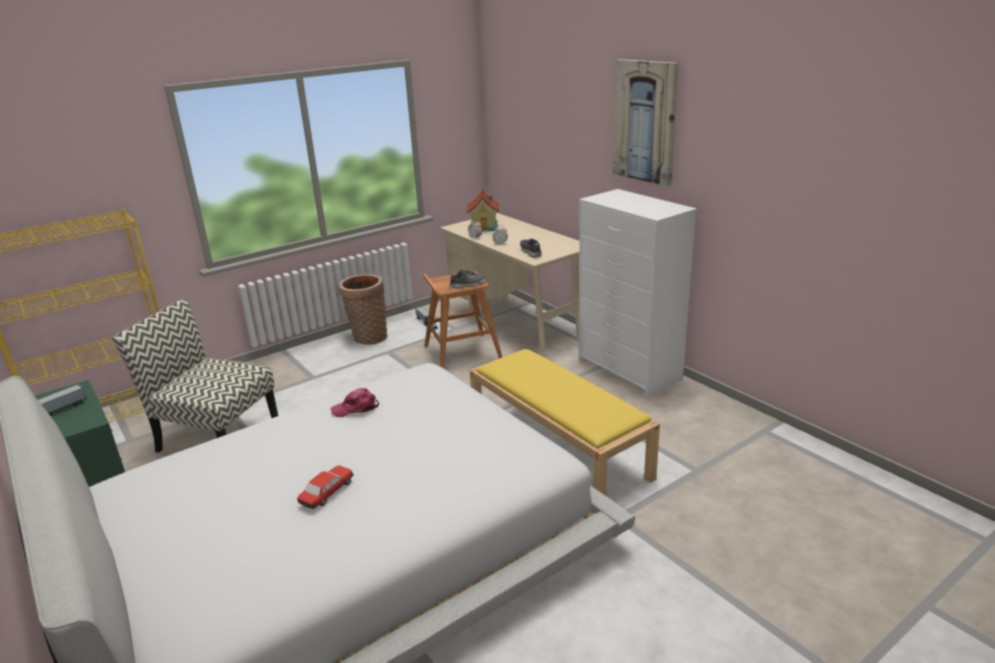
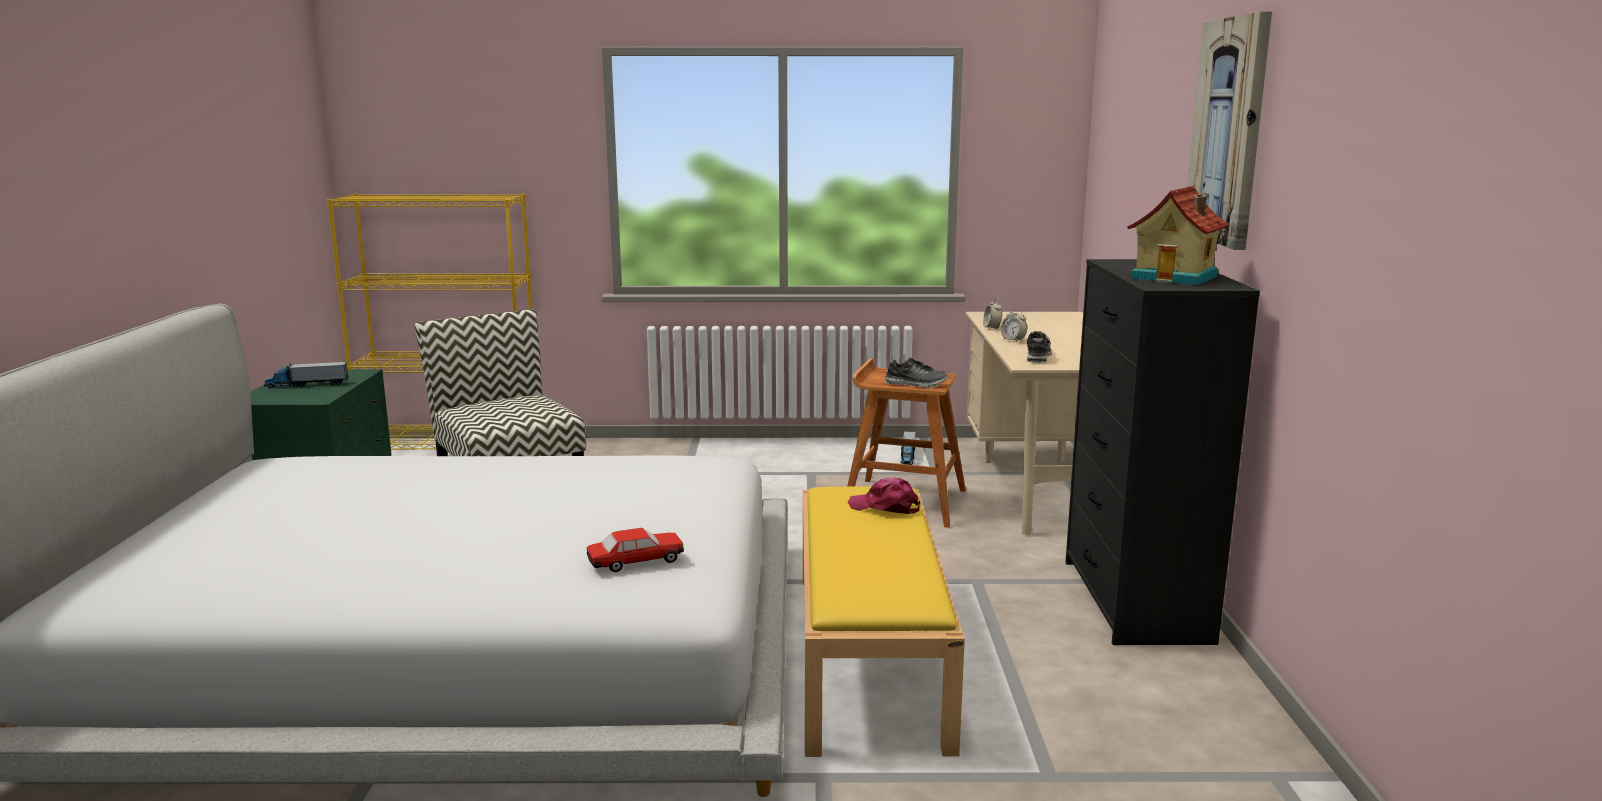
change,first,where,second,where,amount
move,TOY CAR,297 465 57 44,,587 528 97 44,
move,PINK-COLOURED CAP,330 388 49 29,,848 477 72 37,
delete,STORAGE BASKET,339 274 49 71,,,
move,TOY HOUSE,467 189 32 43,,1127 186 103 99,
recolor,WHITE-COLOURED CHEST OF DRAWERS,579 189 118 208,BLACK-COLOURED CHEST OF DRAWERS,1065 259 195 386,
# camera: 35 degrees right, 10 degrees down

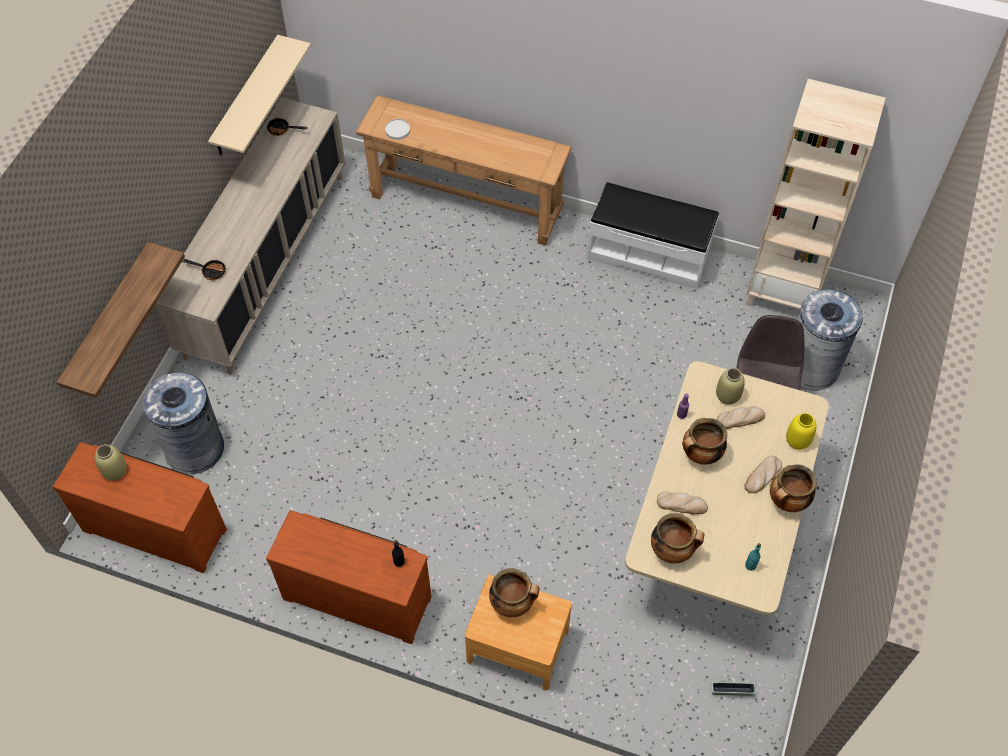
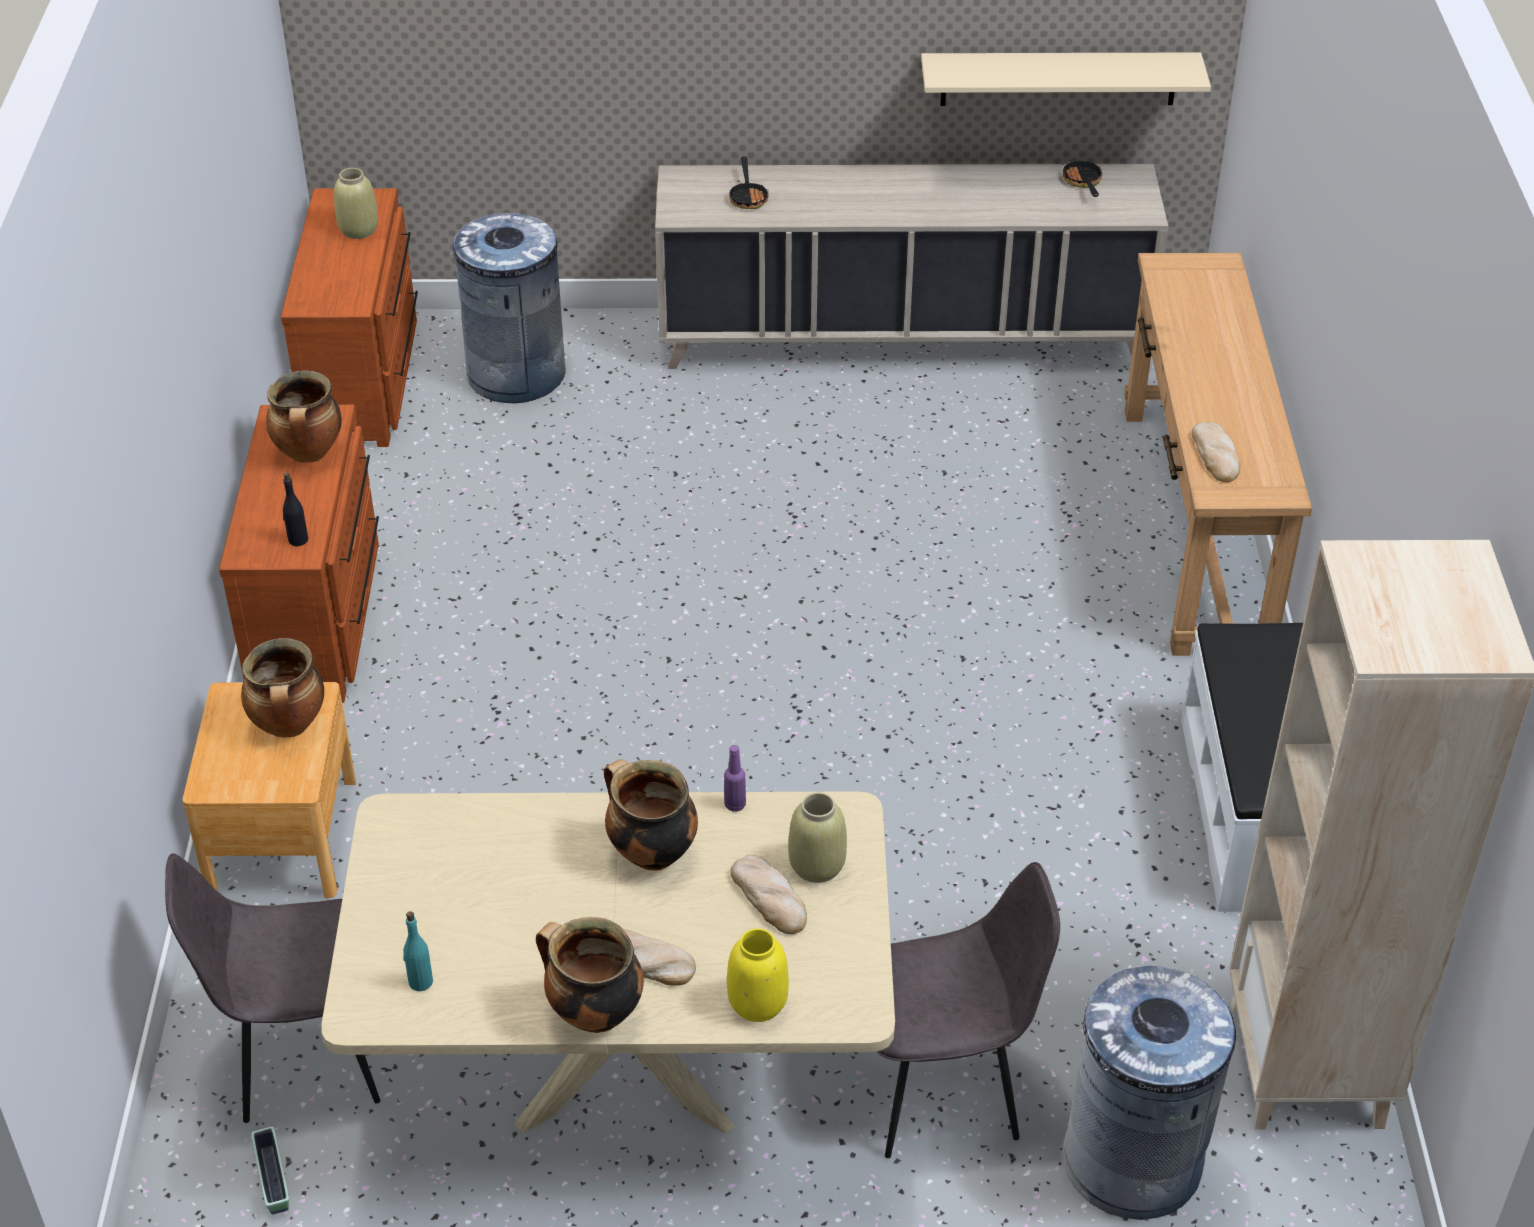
change,first,where,second,where,amount
delete,WALL SHELF,57 242 128 156,,,
delete,WHITE-COLOURED DINNER PLATE,385 119 25 21,,,
move,COOKING POT,651 513 53 51,,266 370 76 93,
move,BAKERY BREAD,657 492 51 23,,1192 422 48 60,
insert,,,GREY CHAIR,165 853 215 270,
# camera: 70 degrees right, 15 degrees down

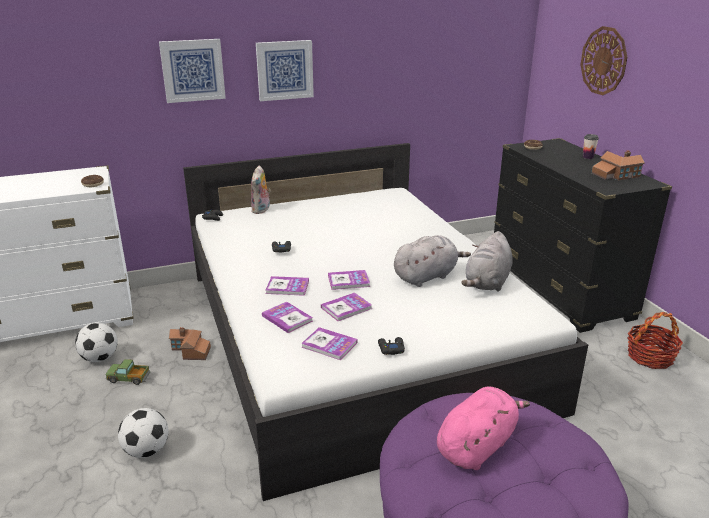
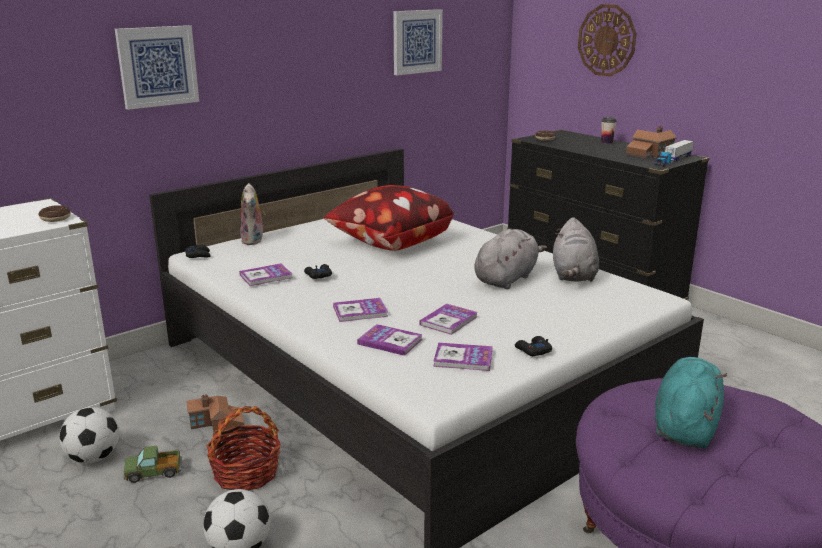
change,first,where,second,where,amount
move,PICTURE,256 40 58 61,,393 9 50 66,
move,VOLUME,328 270 42 20,,239 264 53 22,
recolor,PINK-COLOURED CUDDLY TOY,437 386 93 84,BLUE-GREEN CUDDLY TOY,655 357 72 91,
move,STORAGE BASKET,628 312 55 57,,206 406 75 84,
insert,,,CUSHION,324 185 130 66,
insert,,,TOY LORRY,655 140 39 26,
# camera: 20 degrees left, 5 degrees down

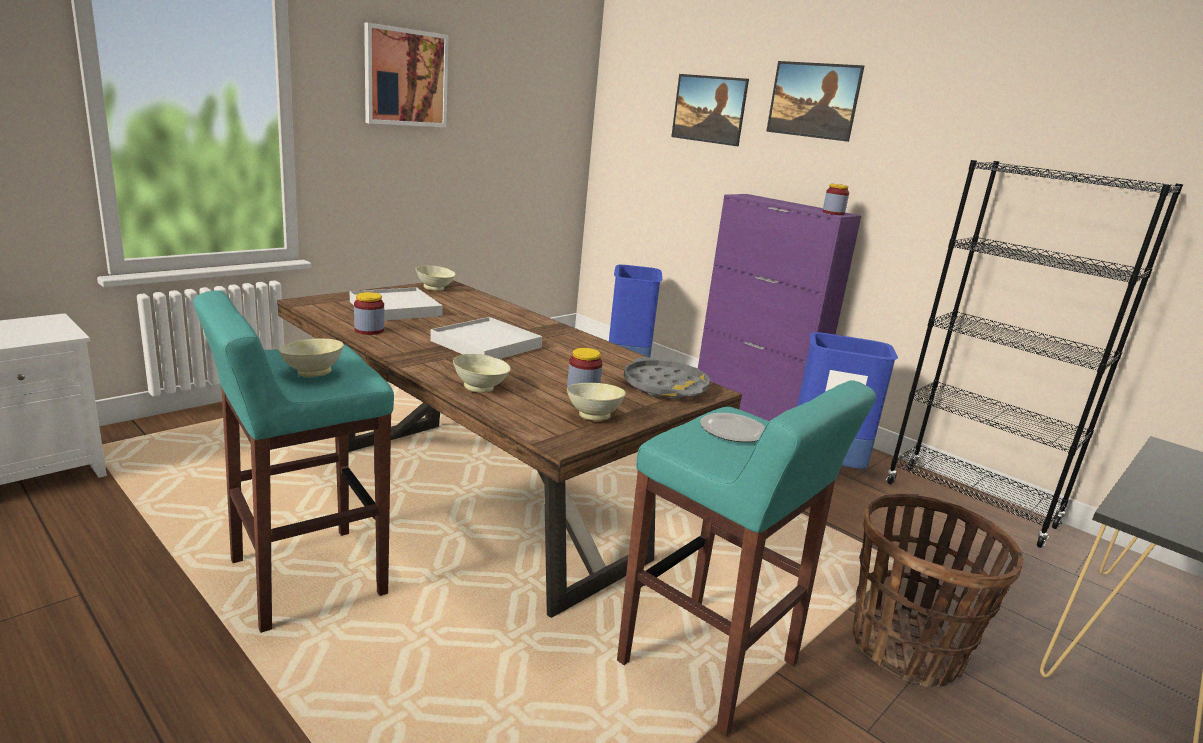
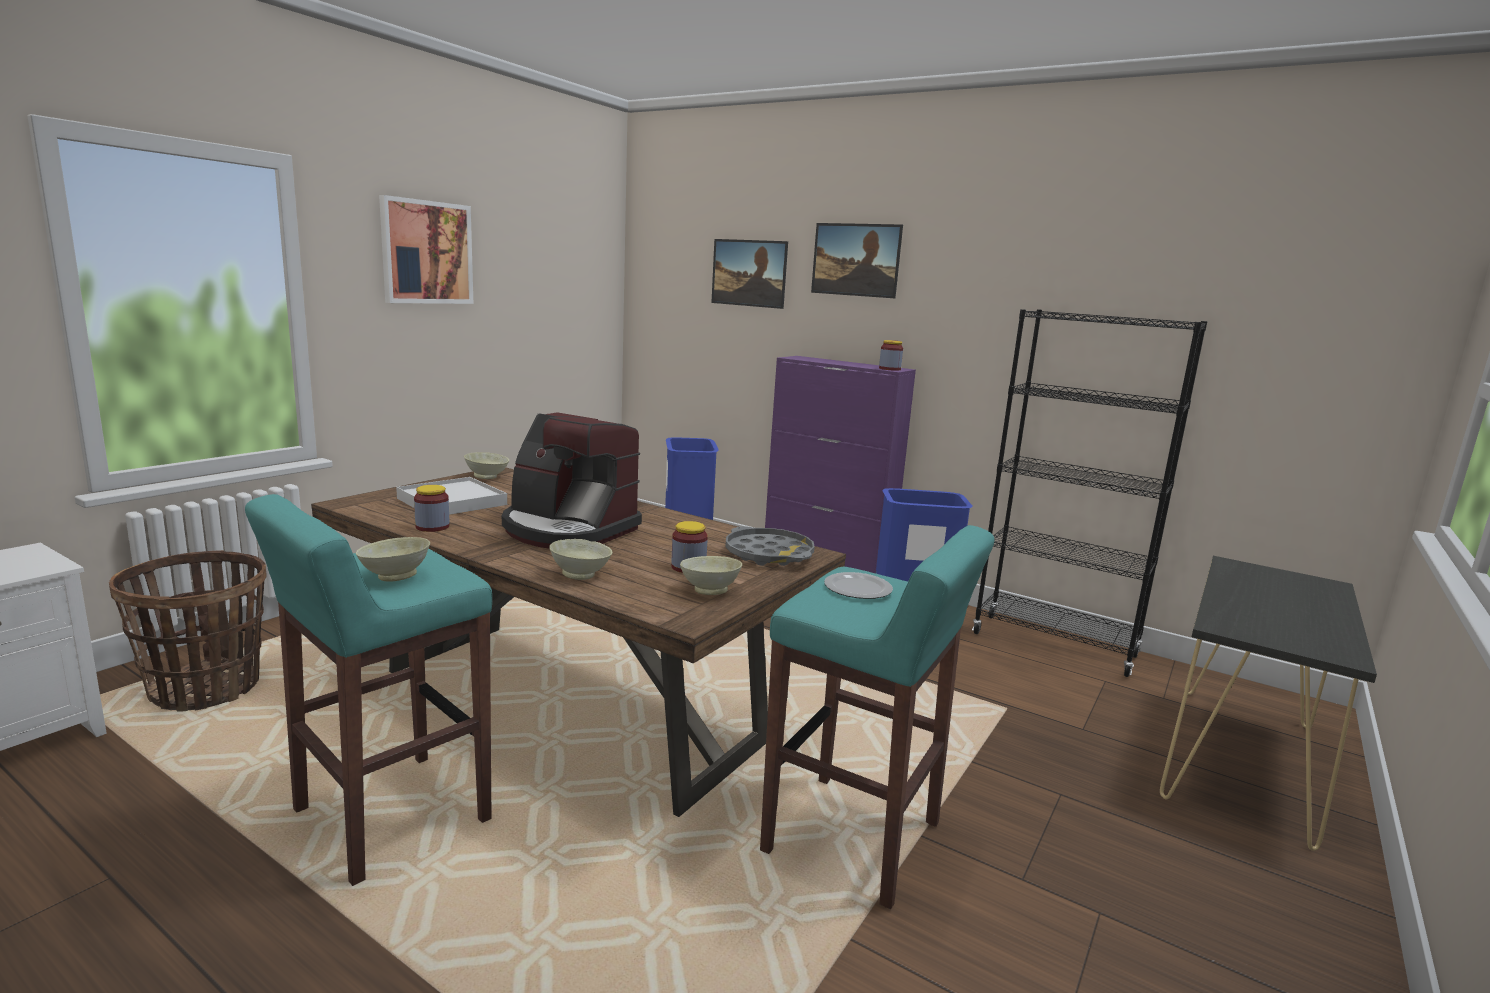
change,first,where,second,where,amount
replace,WHITE-COLOURED TRAY,430 317 113 42,COFFEE BREWER,502 412 140 137,
move,STORAGE BASKET,852 494 171 193,,109 550 158 162,
# camera: 10 degrees left, 5 degrees down

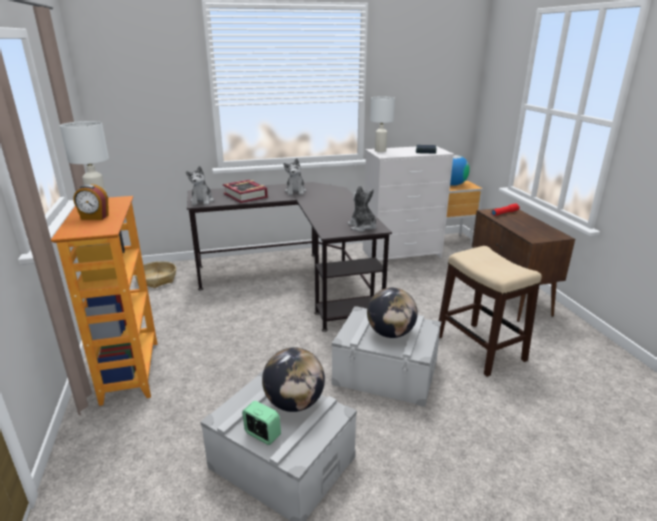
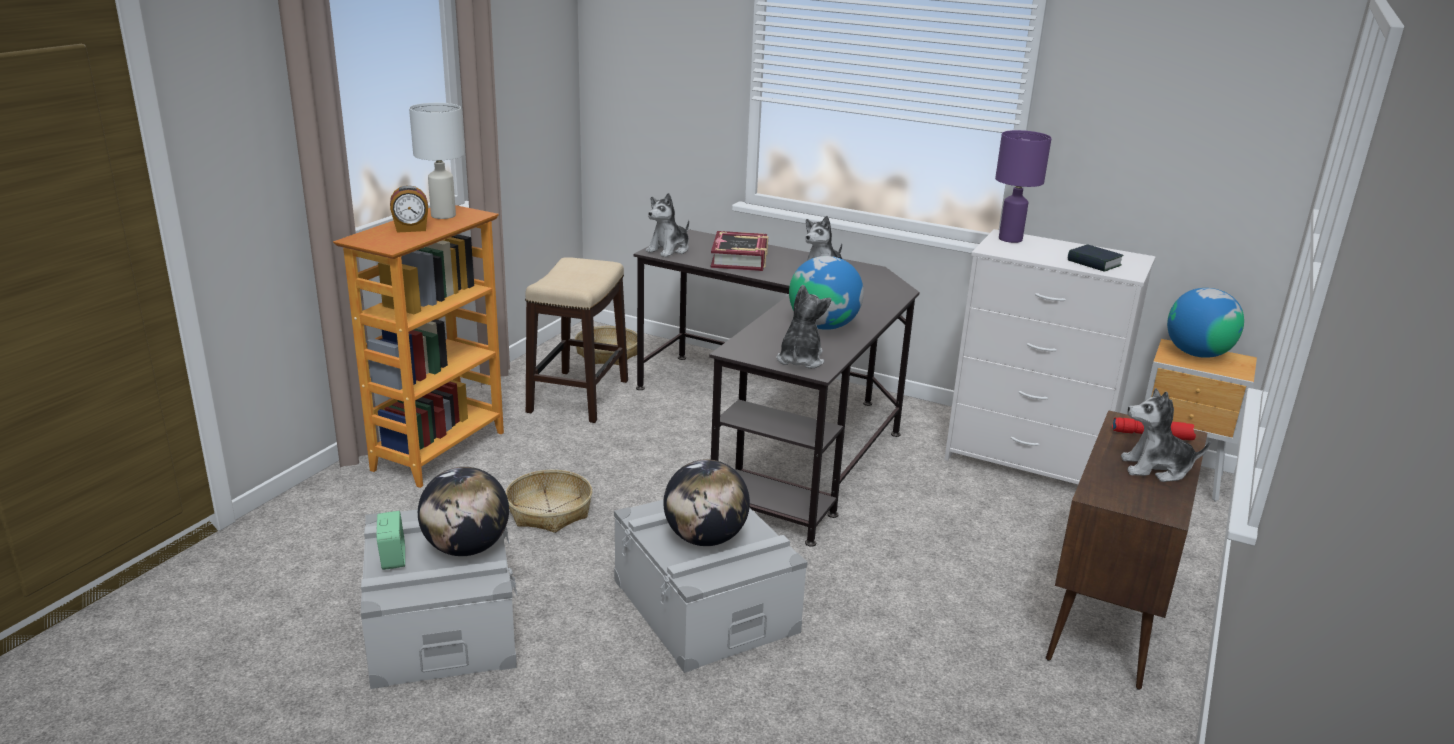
change,first,where,second,where,amount
rotate,BEDSIDE CLOCK,73 184 36 36,,390 185 38 48,60 degrees counterclockwise
recolor,WHITE-COLOURED LAMP FOR A TABLE,370 96 25 56,PURPLISH LAMP FOR A TABLE,995 130 57 113,
move,SITTING STOOL,439 246 103 131,,525 257 103 166,
insert,,,STORAGE BASKET,506 470 86 63,
insert,,,WORLD GLOBE,789 256 75 74,
insert,,,CUDDLY TOY,1121 388 90 94,
# camera: 40 degrees right, 0 degrees up

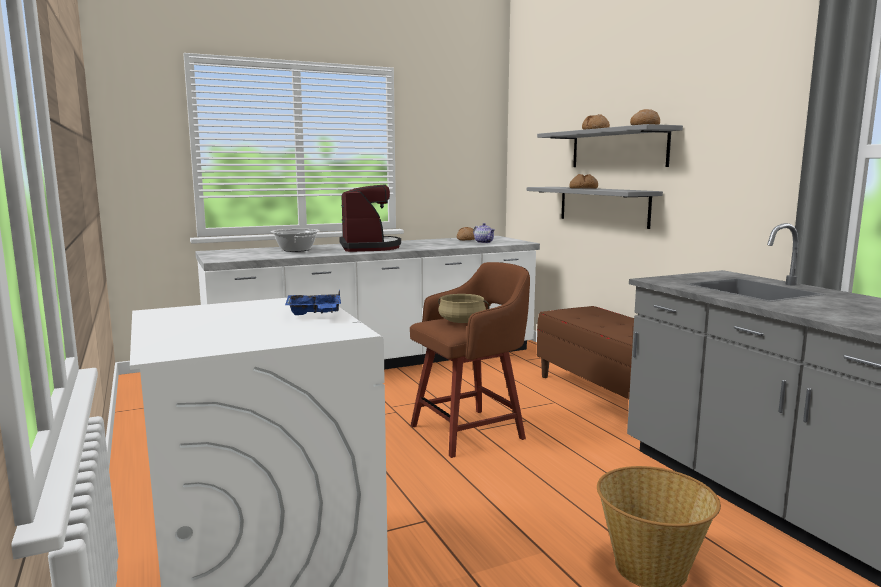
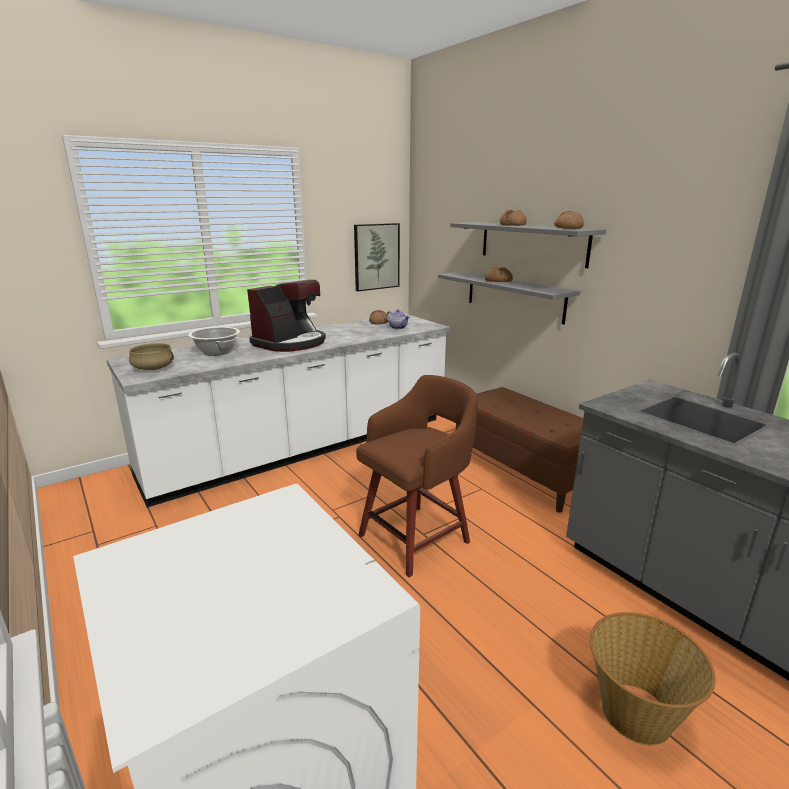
change,first,where,second,where,amount
delete,BLUE-COLOURED TRAY,285 289 56 26,,,
rotate,COFFEE BREWER,339 184 62 68,,247 280 79 72,60 degrees clockwise
move,BEIGE COOKING POT,438 294 52 29,,129 343 45 27,
insert,,,PICTURE,354 223 46 68,
# camera: 10 degrees left, 10 degrees up

